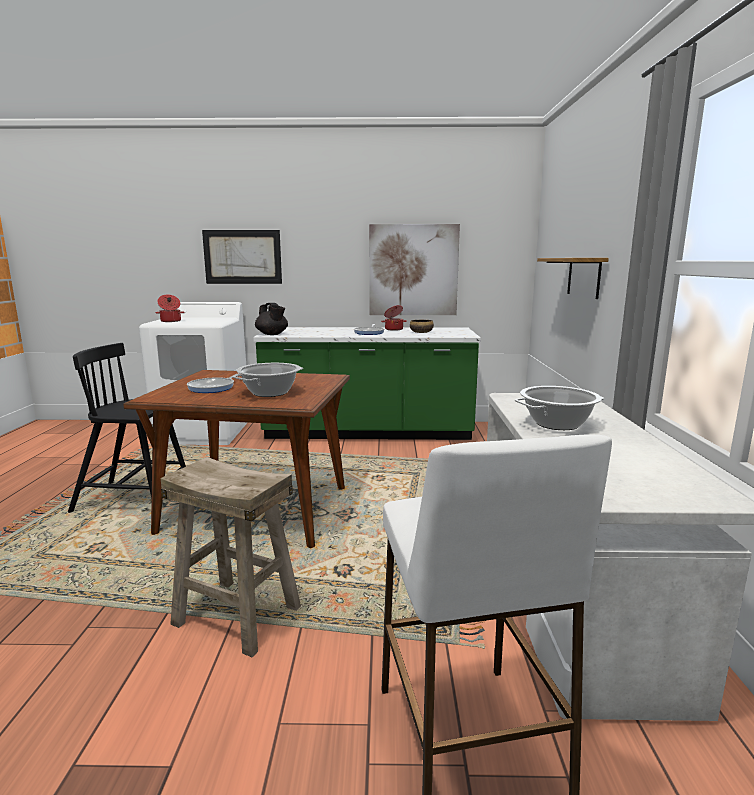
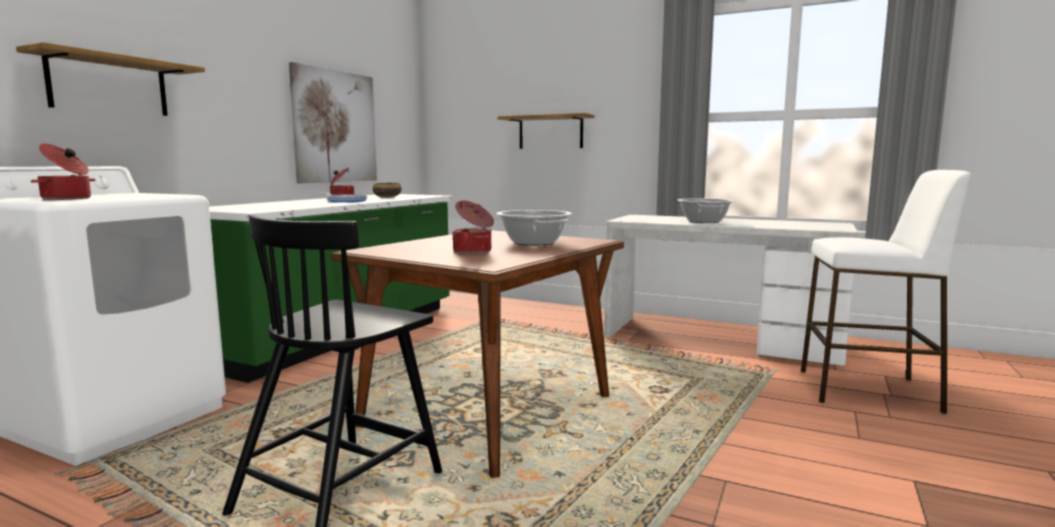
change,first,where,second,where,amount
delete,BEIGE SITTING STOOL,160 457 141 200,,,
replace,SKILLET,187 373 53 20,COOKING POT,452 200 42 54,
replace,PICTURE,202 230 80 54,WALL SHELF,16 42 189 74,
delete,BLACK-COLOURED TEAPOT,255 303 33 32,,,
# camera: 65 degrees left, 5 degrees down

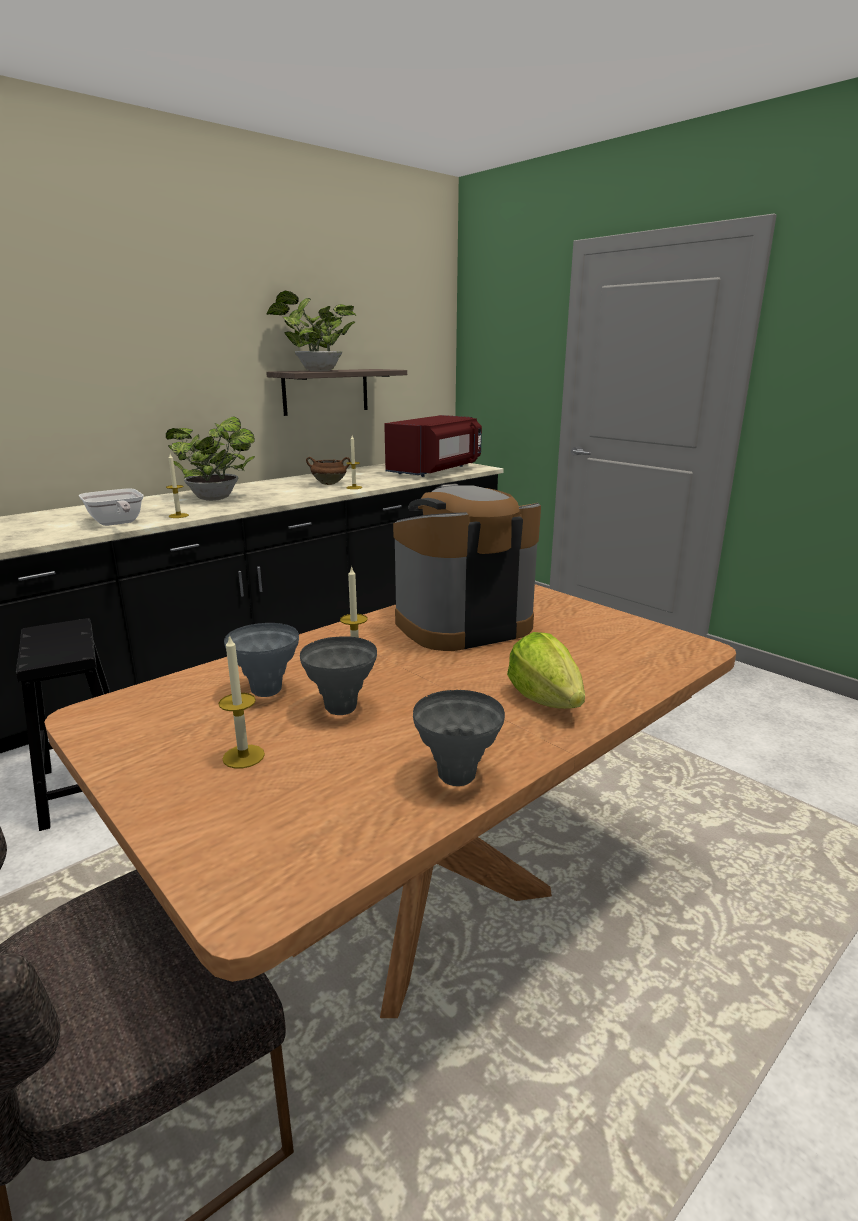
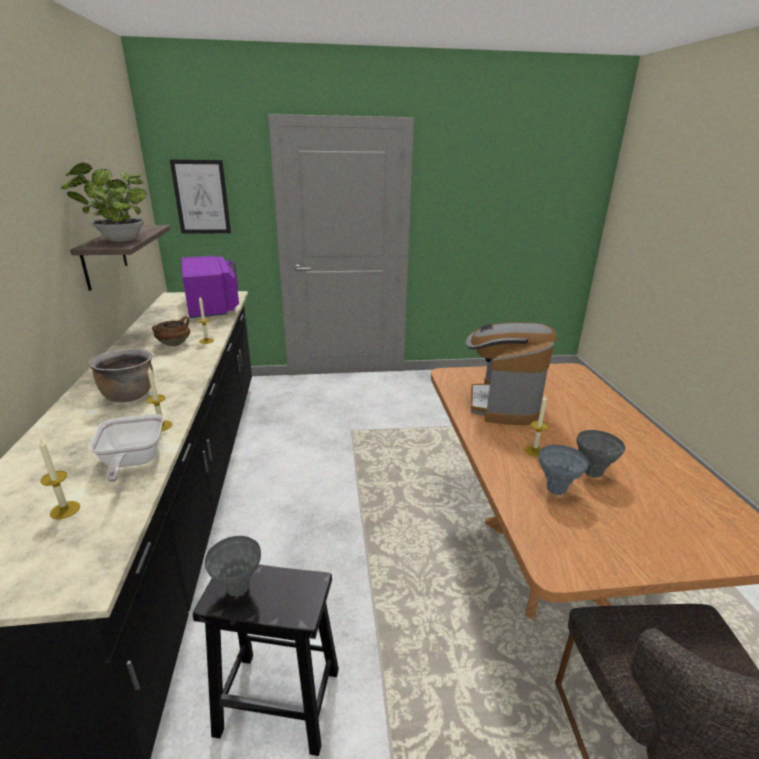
change,first,where,second,where,amount
rotate,SKILLET,79 489 65 37,,89 414 74 68,75 degrees clockwise
replace,PLANT IN A POT,166 416 89 85,BROWN COOKING POT,88 348 66 54,
move,WAX CANDLE,219 634 46 135,,39 438 41 81,
recolor,RED-COLOURED MICROWAVE,384 415 98 62,PURPLISH MICROWAVE,181 256 58 62,
move,GREY FLOWER VASE,413 690 92 96,,205 536 56 60,
delete,LETTUCE,507 632 78 77,,,
insert,,,PICTURE,170 160 61 74,
# camera: 55 degrees left, 5 degrees up

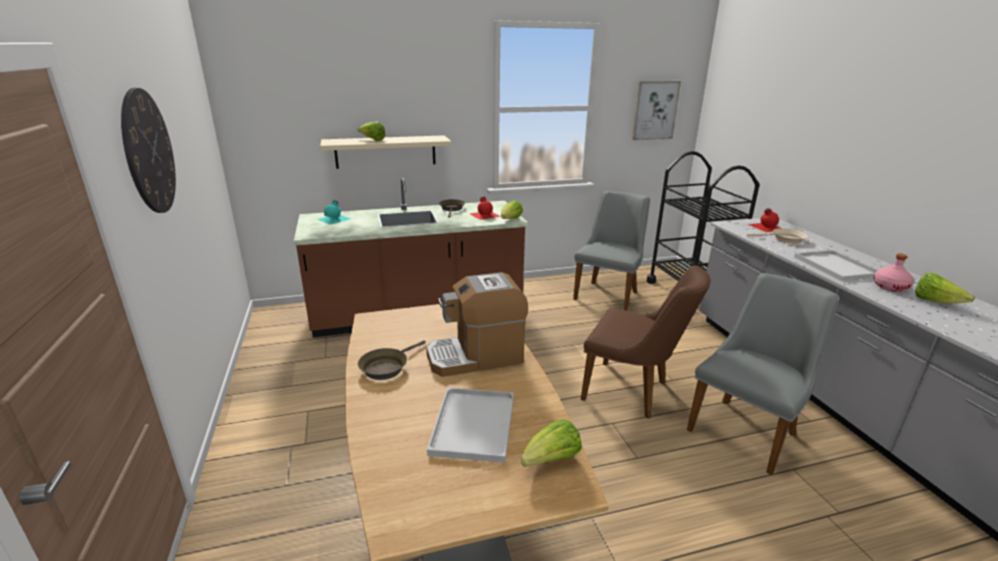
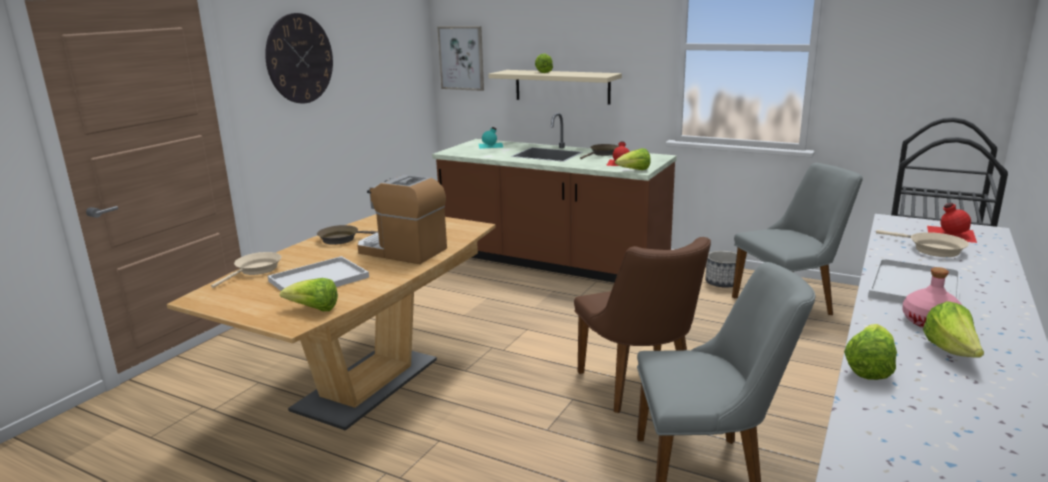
change,first,where,second,where,amount
move,PICTURE,632 81 49 59,,437 26 47 65,
insert,,,BEIGE SKILLET,211 252 71 36,
insert,,,FLOWER POT,705 251 32 36,
insert,,,LETTUCE,844 324 53 56,
# camera: 45 degrees right, 5 degrees down

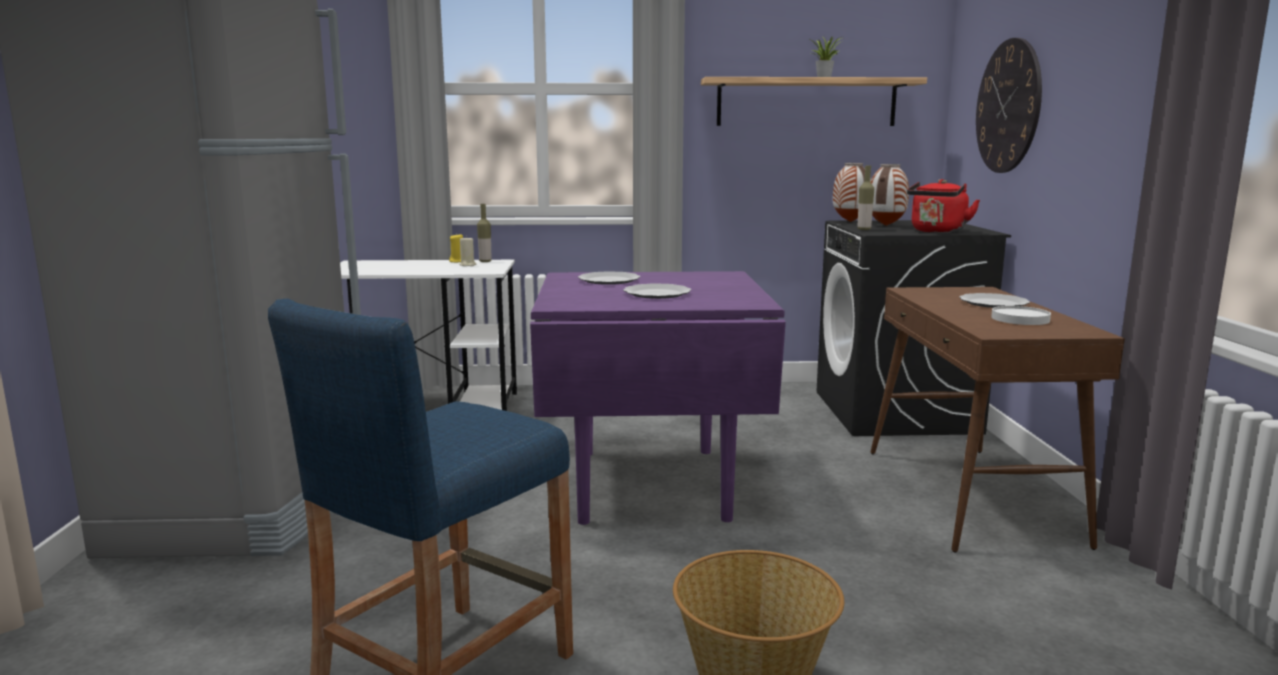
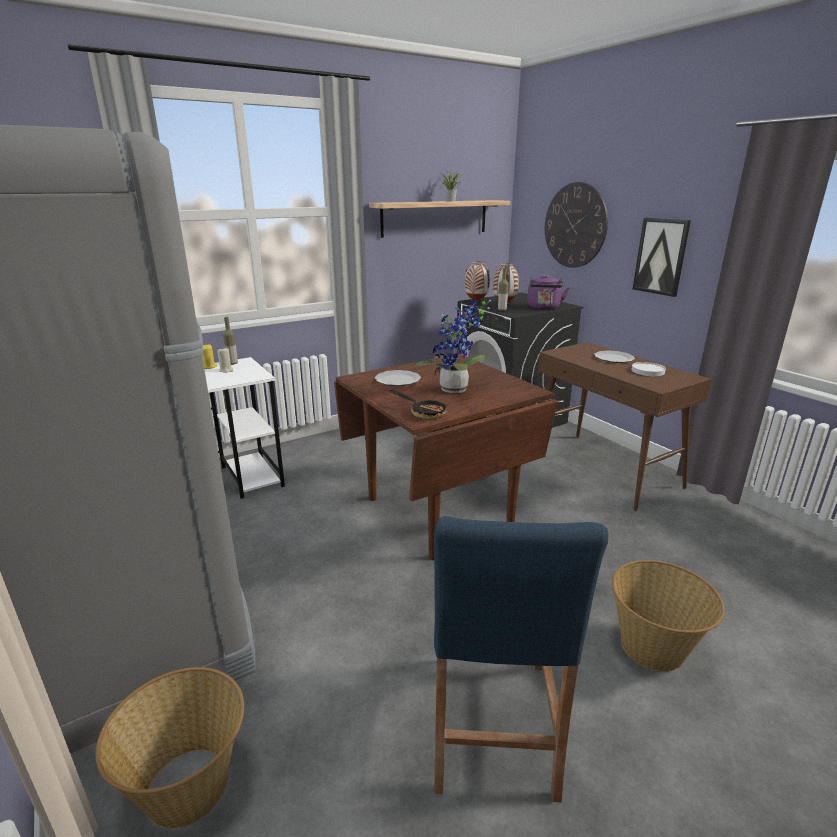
change,first,where,second,where,amount
recolor,PURPLISH KITCHEN TABLE,530 271 256 254,BROWN KITCHEN TABLE,334 354 224 206,
replace,DINNER PLATE,623 283 68 16,PLANT IN A POT,415 299 80 94,
recolor,RED-COLOURED KETTLE,907 179 73 54,PURPLISH KETTLE,527 275 43 35,
insert,,,STORAGE BASKET,95 667 149 162,
insert,,,SKILLET,389 390 58 29,
insert,,,PICTURE,633 218 58 79,
# camera: 30 degrees left, 10 degrees up

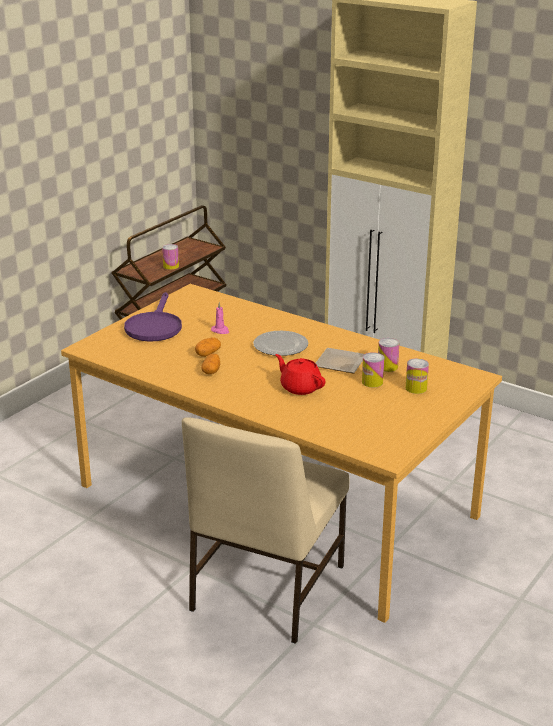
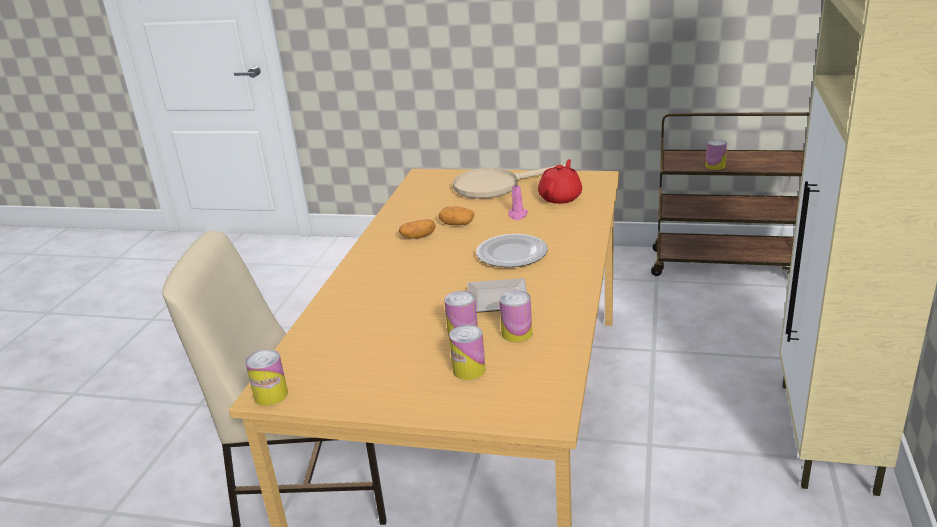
change,first,where,second,where,amount
recolor,PURPLISH SKILLET,124 292 58 50,BEIGE SKILLET,453 164 113 35,
move,RED-COLOURED TEAPOT,275 354 50 41,,538 159 44 45,
insert,,,SEALED CAN,245 349 43 57,
# camera: 70 degrees right, 0 degrees up

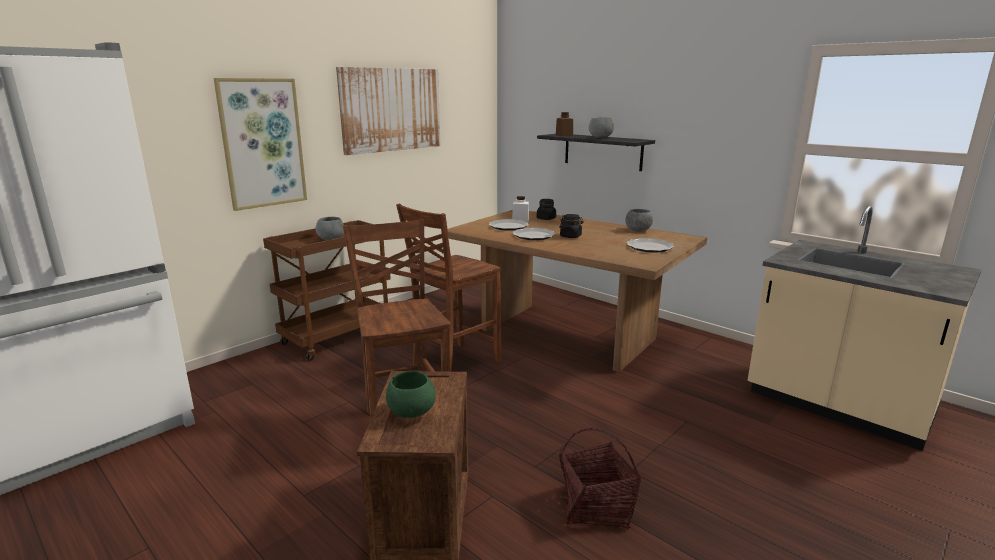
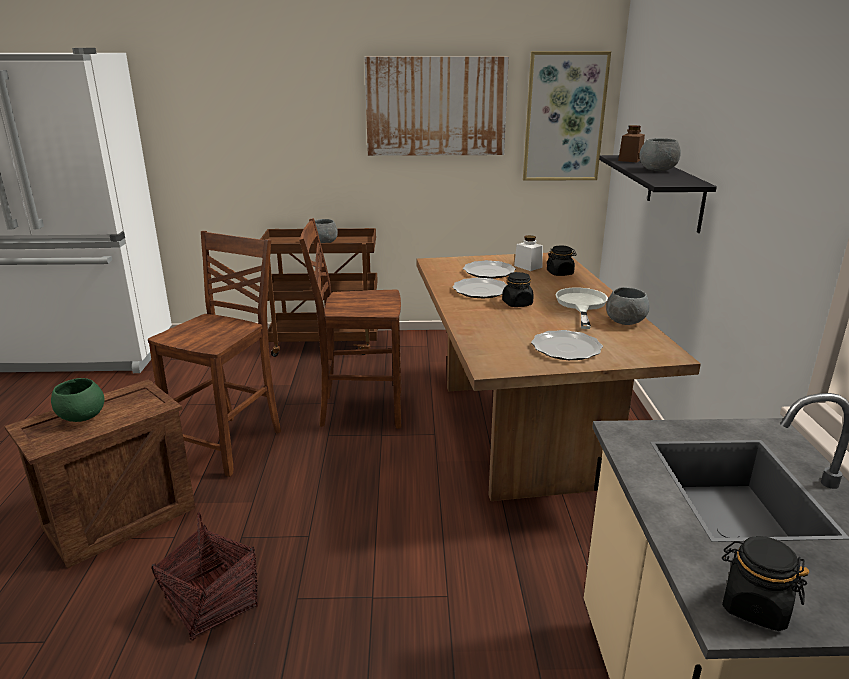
change,first,where,second,where,amount
move,PICTURE,214 78 93 133,,523 51 88 130,
insert,,,WHITE-COLOURED SKILLET,555 288 53 41,
insert,,,BLACK-COLOURED JAR,722 536 87 95,
# camera: 45 degrees right, 5 degrees up

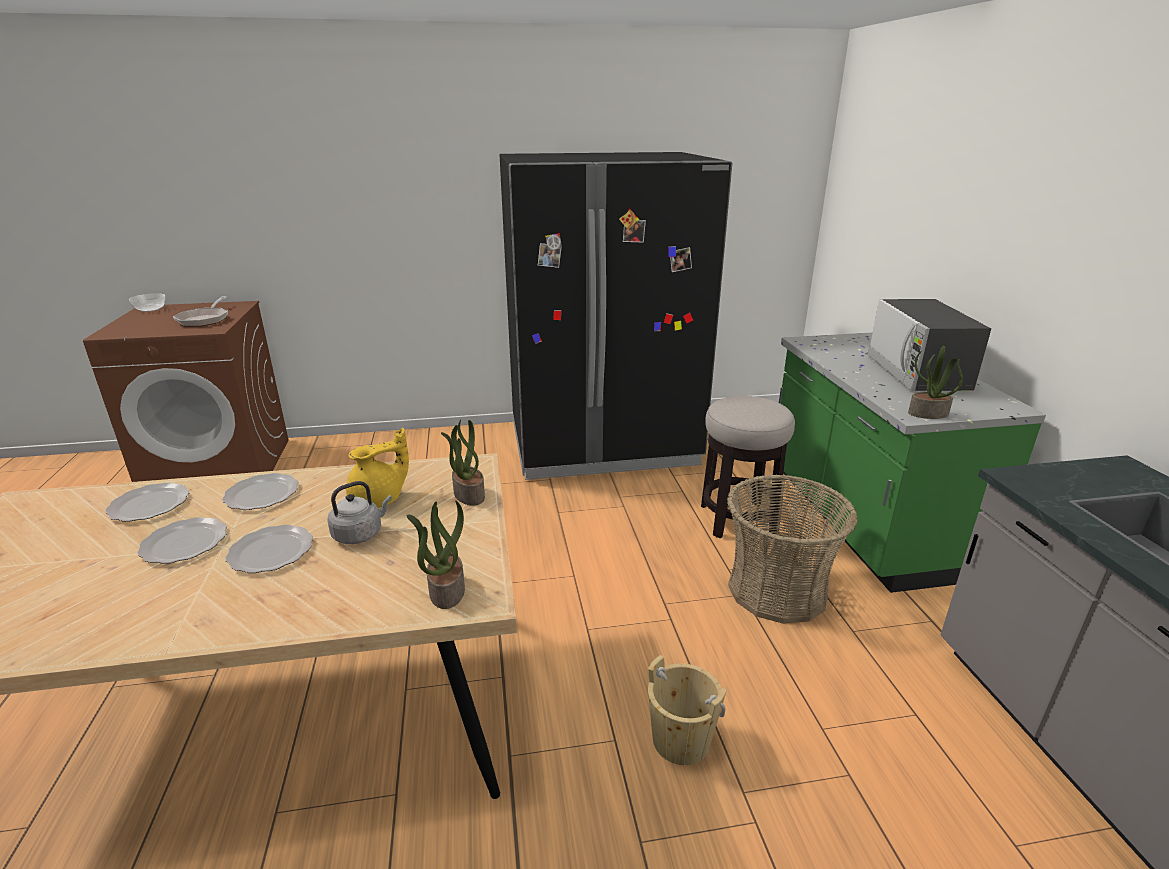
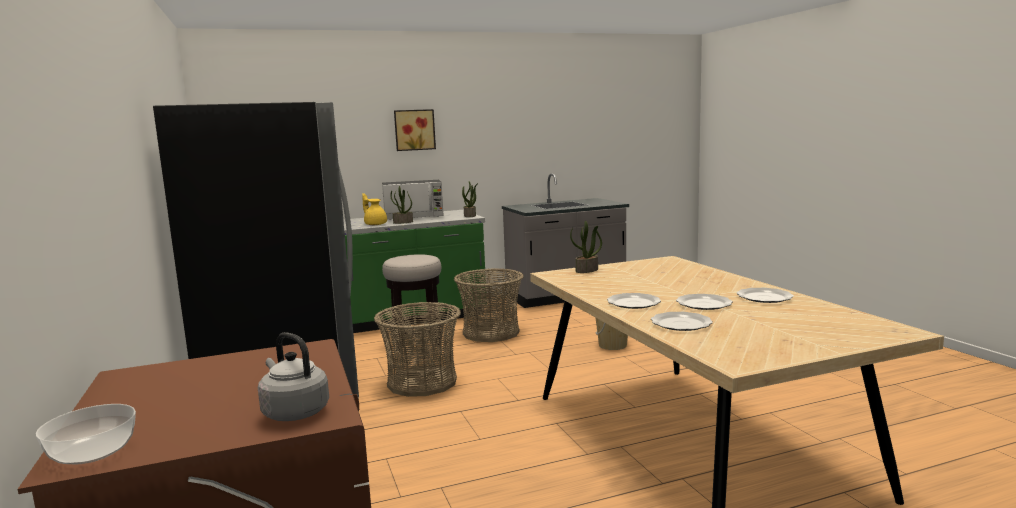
change,first,where,second,where,amount
delete,SKILLET,173 296 55 31,,,
move,DINNER PLATE,225 525 88 48,,737 288 57 15,
move,GREY KETTLE,327 481 65 63,,258 332 71 89,
move,YELLOW TEAPOT,346 428 63 80,,362 193 25 32,
move,PLANT IN A POT,406 501 59 108,,390 186 23 38,
insert,,,STORAGE BASKET,374 302 87 95,
insert,,,PICTURE,394 109 42 42,
# camera: 100 degrees left, 15 degrees down

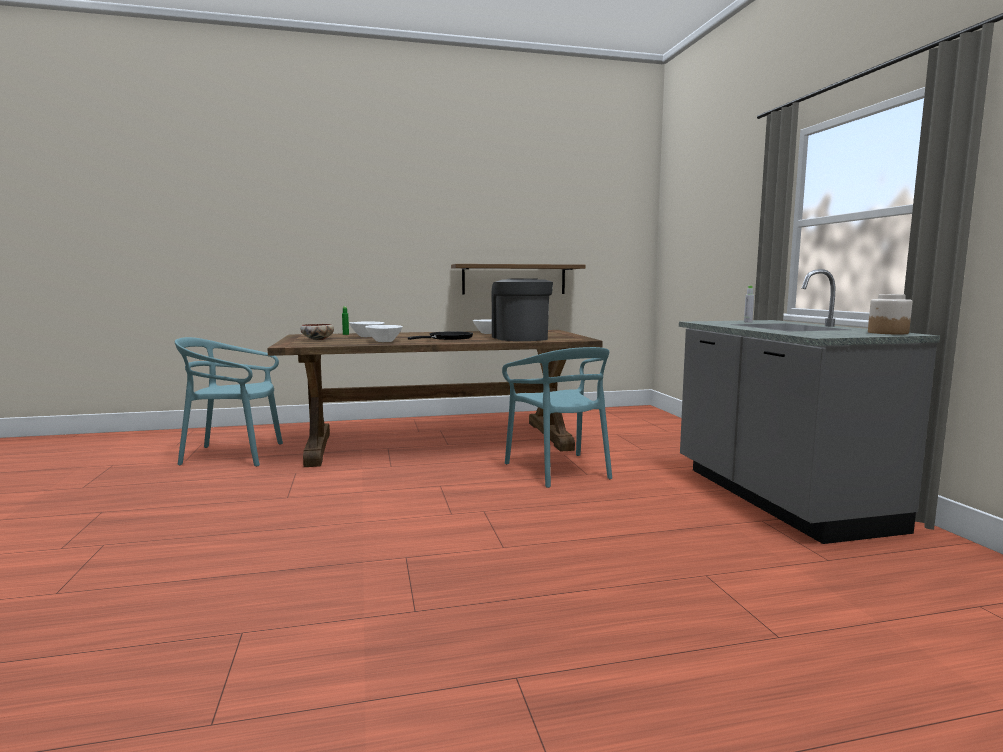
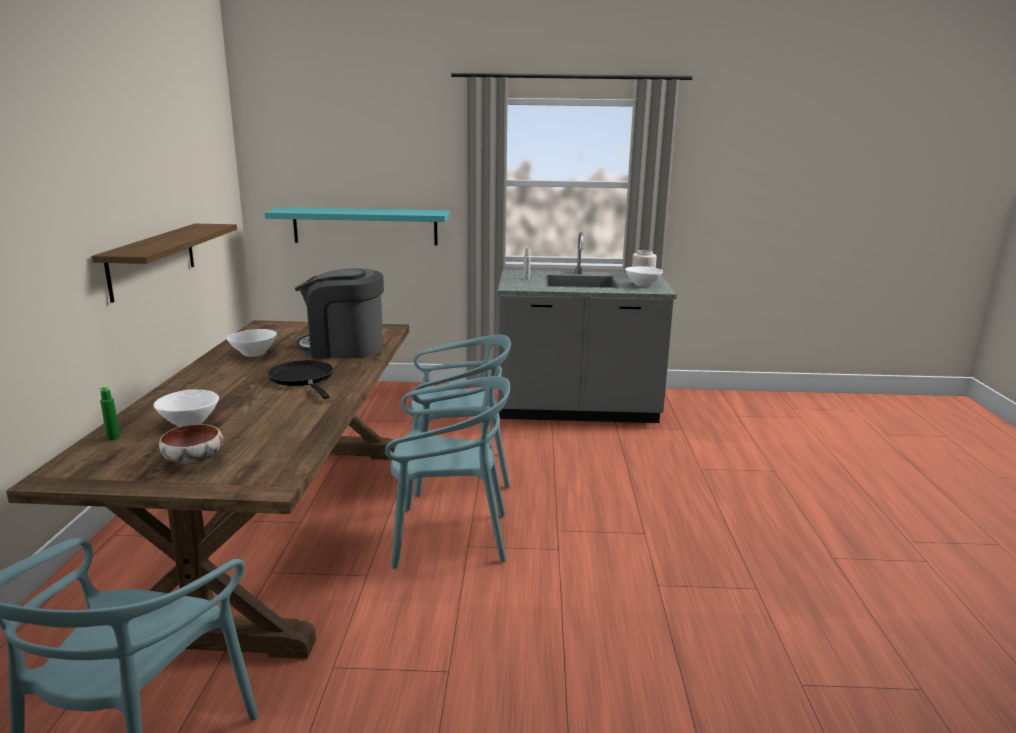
change,first,where,second,where,amount
move,WHITE-COLOURED BOWL,365 325 38 17,,625 266 38 20,
insert,,,BLUE-GREEN WALL SHELF,265 207 185 38,
insert,,,BLUE-GREEN CHAIR,385 376 125 193,
# camera: 75 degrees left, 10 degrees up

